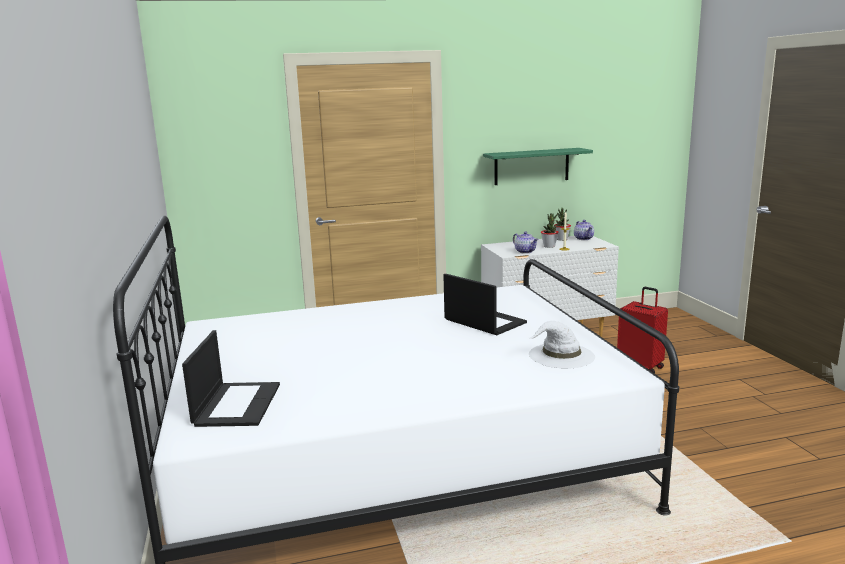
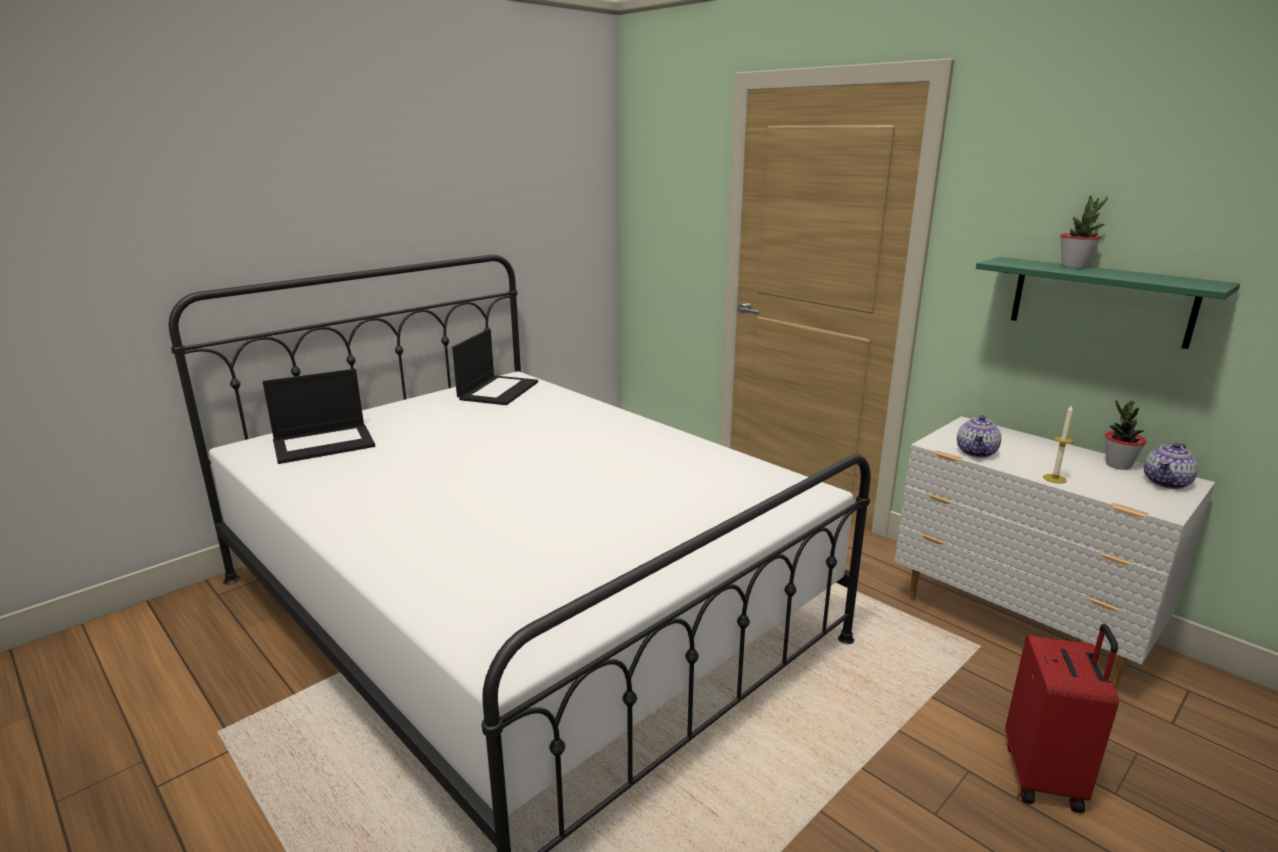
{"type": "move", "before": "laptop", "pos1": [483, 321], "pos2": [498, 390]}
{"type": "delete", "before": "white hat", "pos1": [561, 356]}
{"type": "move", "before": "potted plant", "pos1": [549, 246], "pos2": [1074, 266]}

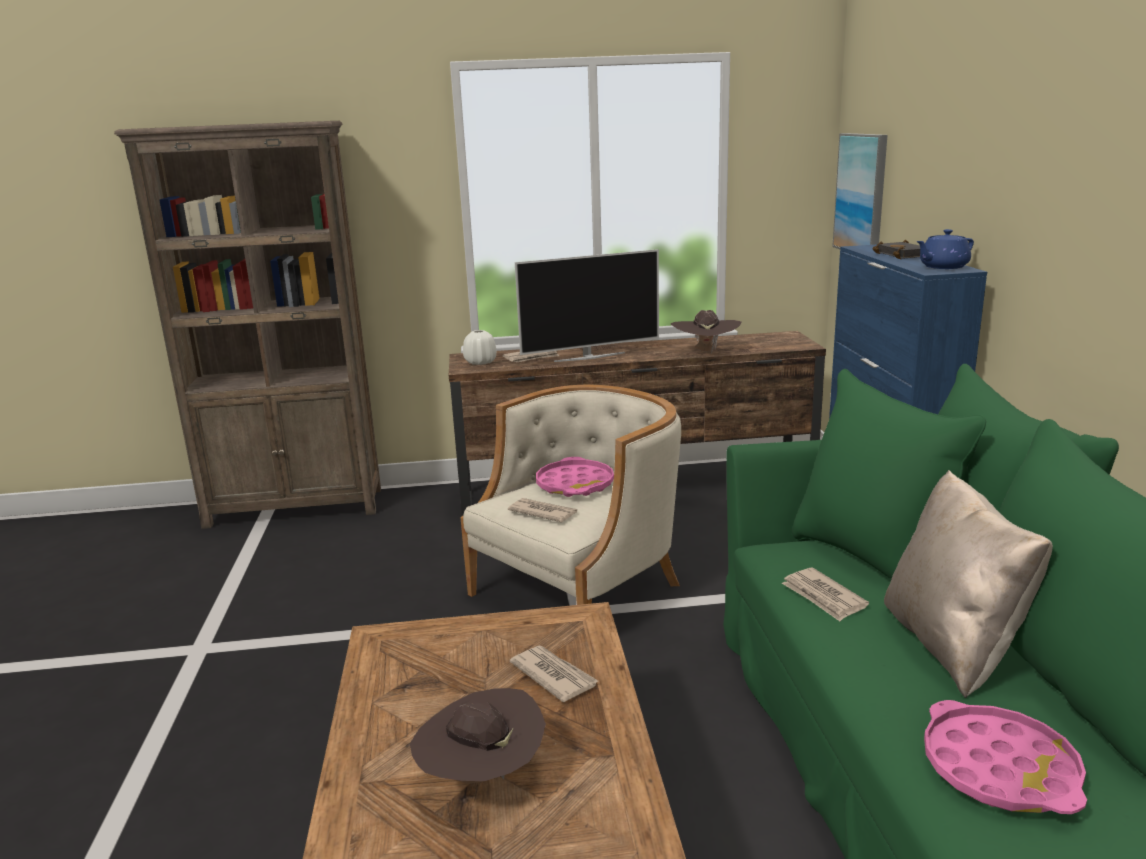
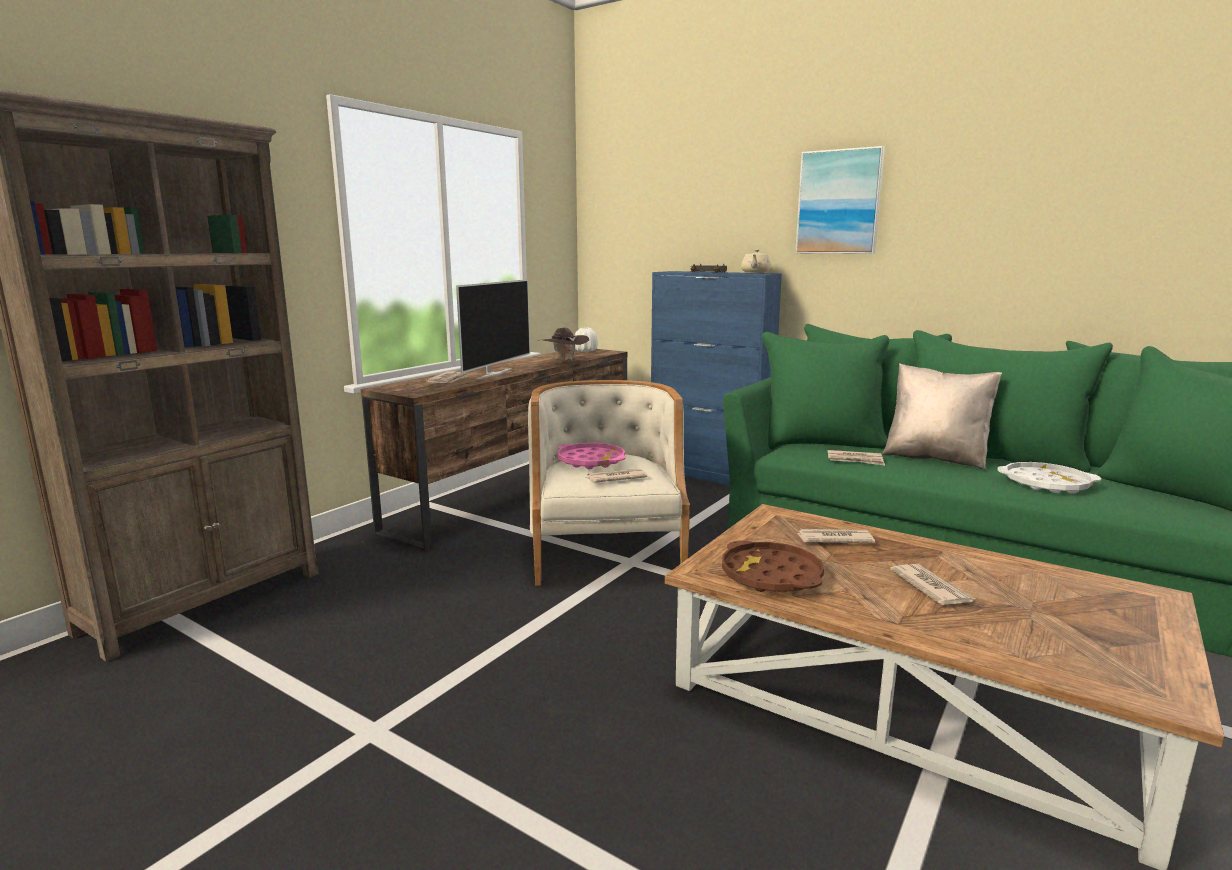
{"type": "replace", "before": "brown hat", "after": "newspaper", "pos1": [481, 778], "pos2": [931, 587]}
{"type": "move", "before": "white vase", "pos1": [480, 362], "pos2": [585, 351]}
{"type": "move", "before": "picture", "pos1": [861, 194], "pos2": [839, 202]}
{"type": "recolor", "before": "blue teapot", "after": "beige teapot", "pos1": [942, 267], "pos2": [755, 273]}
{"type": "recolor", "before": "pink tray", "after": "white tray", "pos1": [999, 769], "pos2": [1046, 484]}
{"type": "insert", "after": "brown tray", "pos2": [771, 576]}

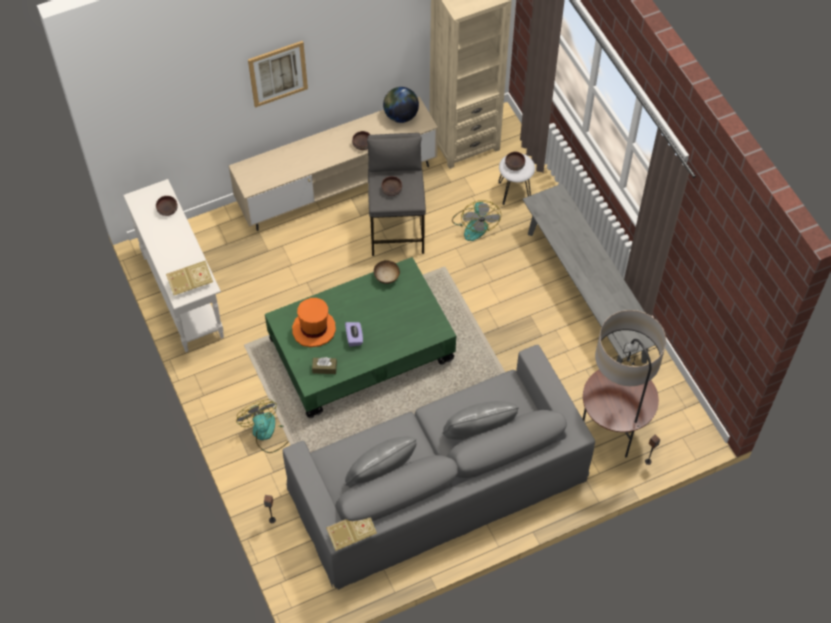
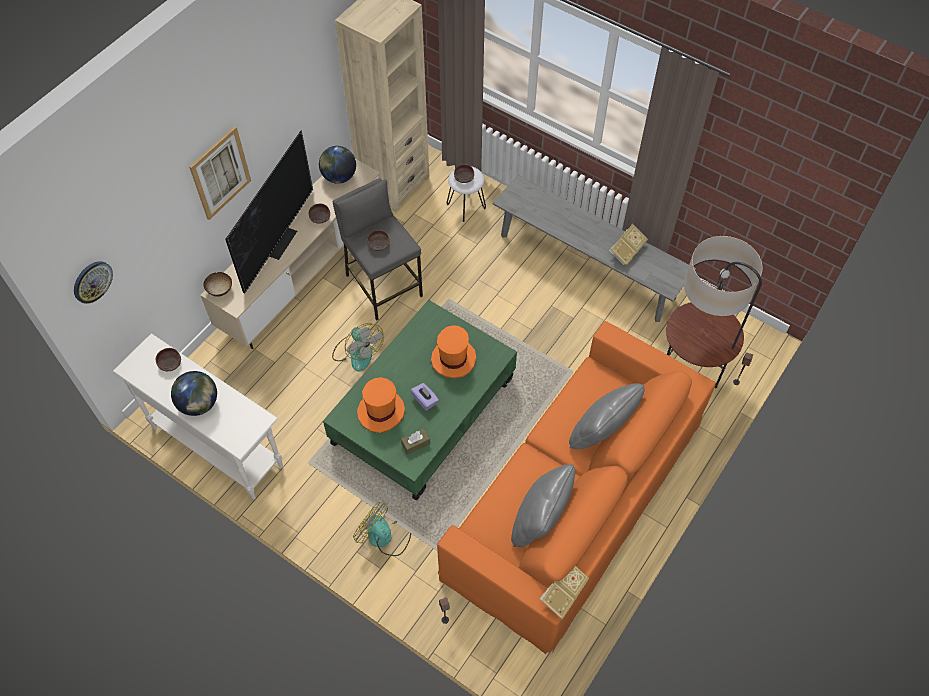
{"type": "move", "before": "book", "pos1": [190, 283], "pos2": [626, 251]}
{"type": "recolor", "before": "grey sofa", "after": "orange sofa", "pos1": [437, 482], "pos2": [574, 498]}
{"type": "move", "before": "bowl", "pos1": [387, 278], "pos2": [220, 290]}
{"type": "move", "before": "fan", "pos1": [475, 224], "pos2": [357, 352]}
{"type": "insert", "after": "wall clock", "pos2": [92, 281]}
{"type": "insert", "after": "globe", "pos2": [199, 404]}
{"type": "insert", "after": "television", "pos2": [279, 241]}
{"type": "insert", "after": "orange hat", "pos2": [453, 359]}

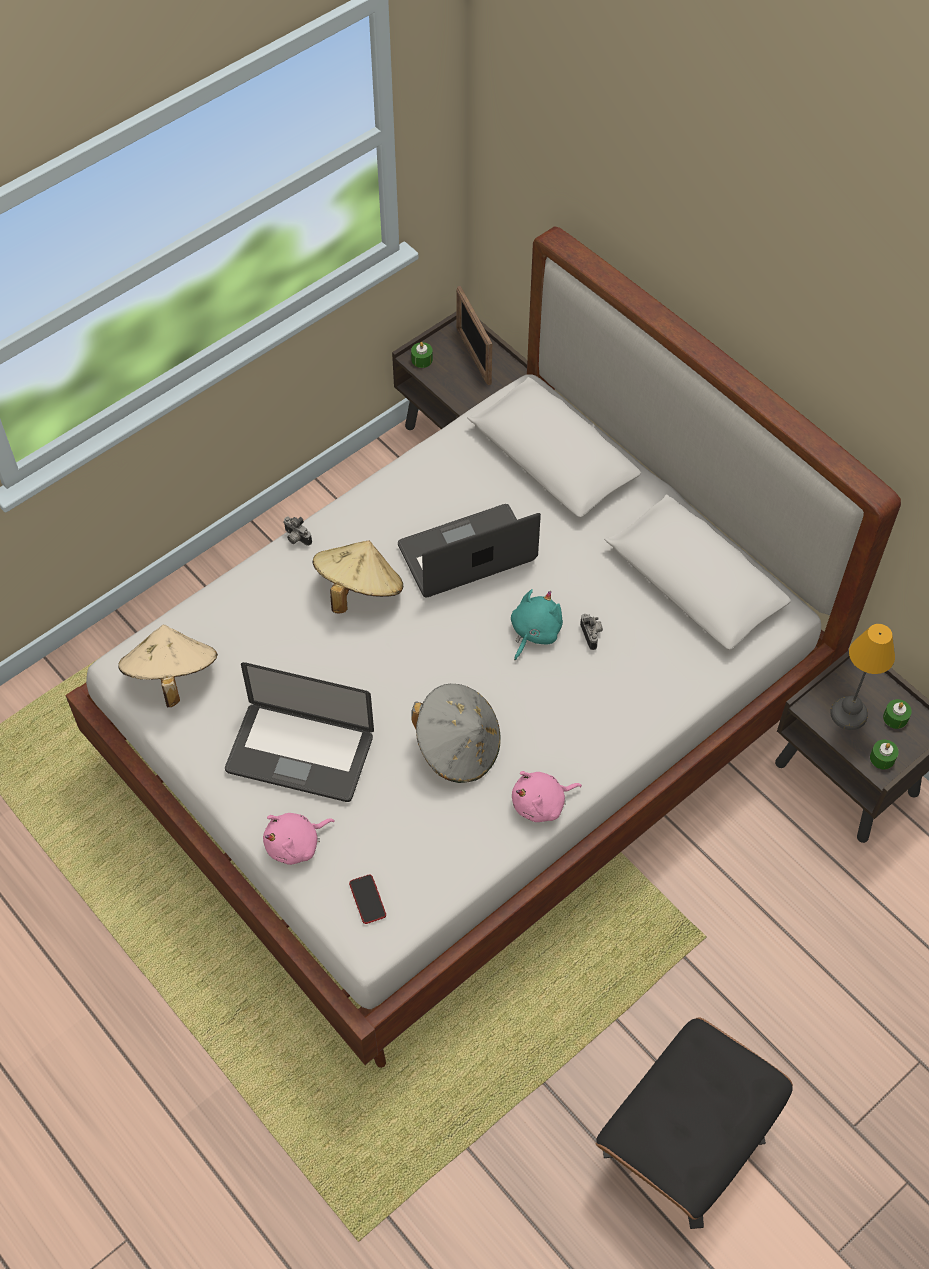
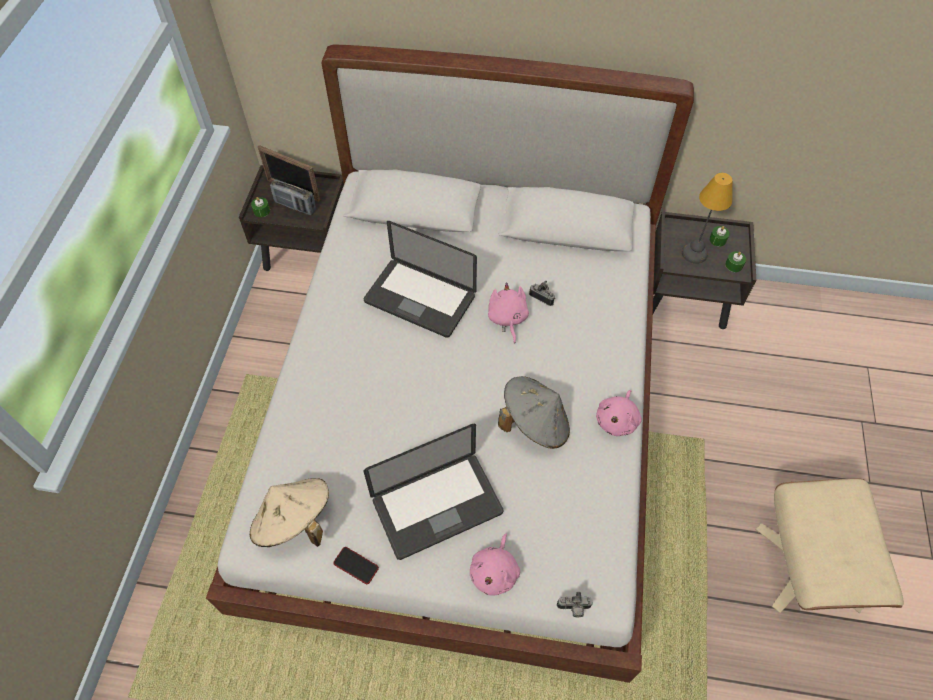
{"type": "move", "before": "photo camera", "pos1": [296, 538], "pos2": [574, 609]}
{"type": "delete", "before": "beige hat", "pos1": [358, 590]}
{"type": "move", "before": "phone", "pos1": [367, 899], "pos2": [356, 565]}
{"type": "rotate", "before": "laptop", "pos1": [467, 553], "pos2": [420, 299], "turn": -90}
{"type": "recolor", "before": "turquoise plush toy", "after": "pink plush toy", "pos1": [534, 632], "pos2": [507, 319]}
{"type": "recolor", "before": "black ottoman", "after": "beige ottoman", "pos1": [684, 1145], "pos2": [809, 567]}
{"type": "insert", "after": "radio", "pos2": [295, 206]}

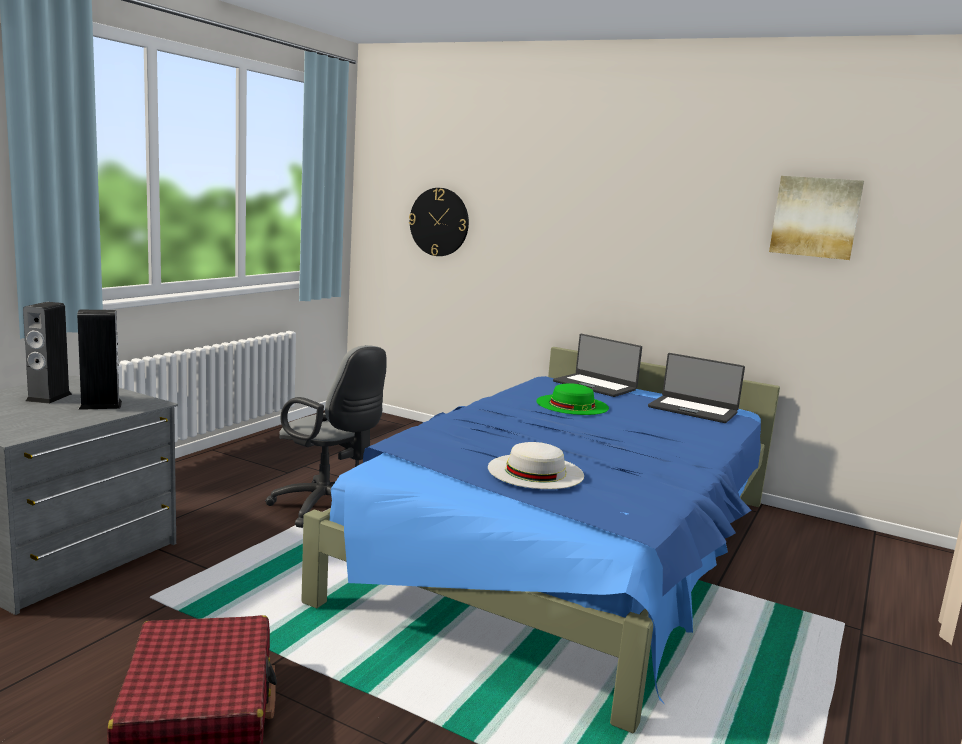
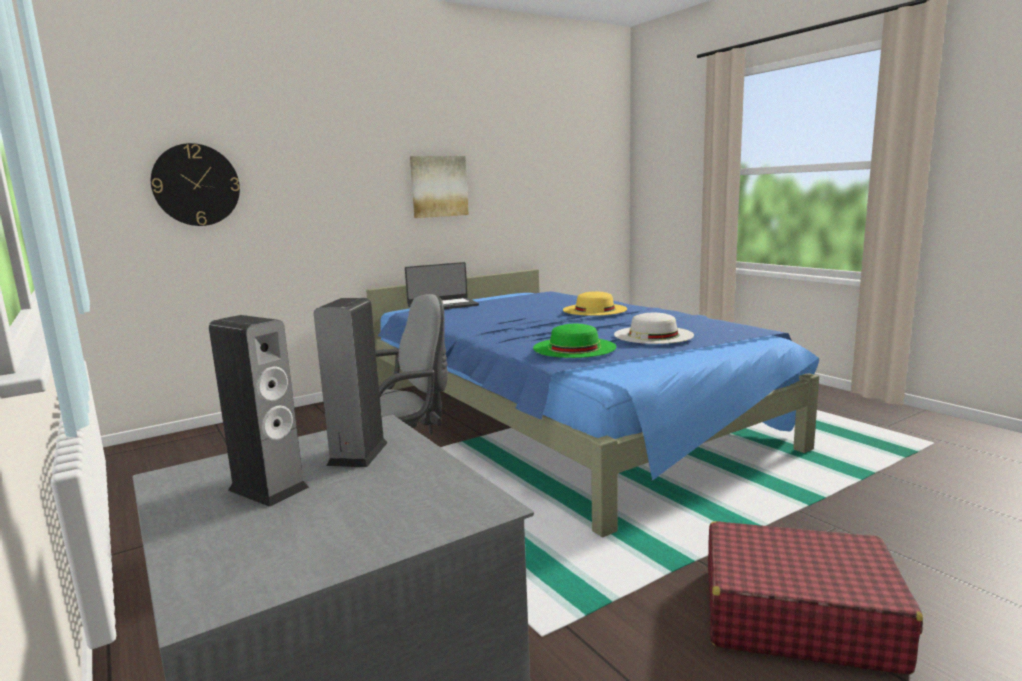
{"type": "move", "before": "green hat", "pos1": [572, 404], "pos2": [574, 347]}
{"type": "delete", "before": "laptop", "pos1": [693, 410]}
{"type": "move", "before": "picture", "pos1": [815, 217], "pos2": [438, 186]}
{"type": "insert", "after": "yellow hat", "pos2": [594, 309]}

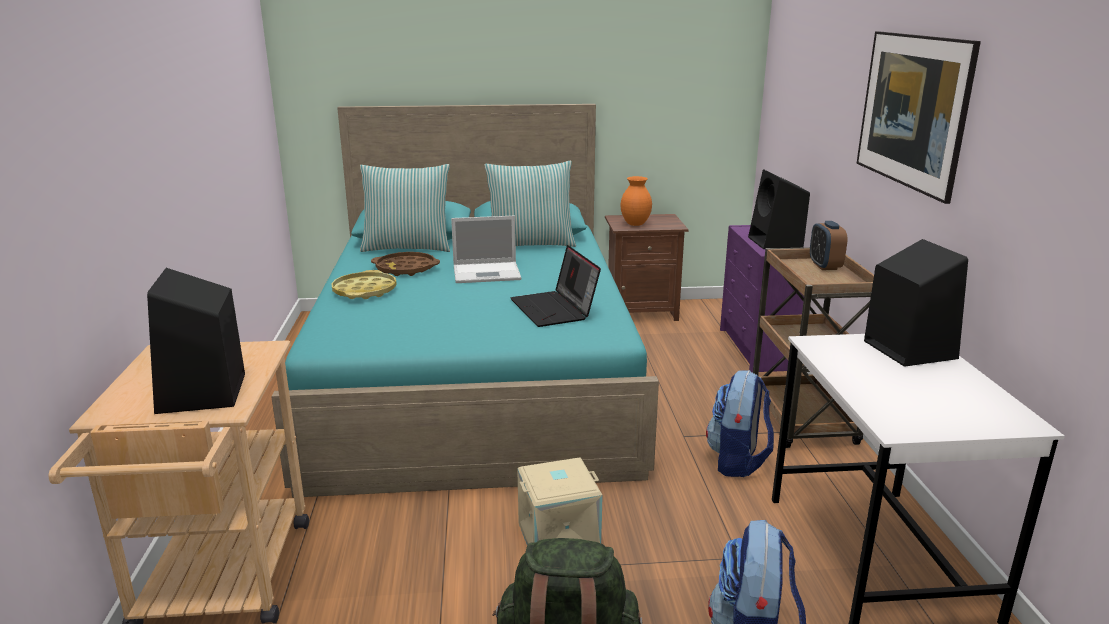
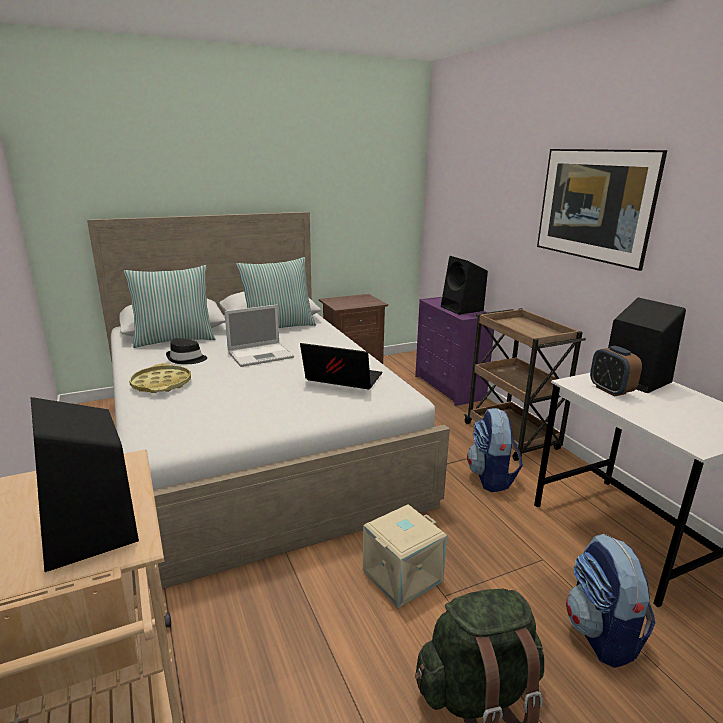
{"type": "recolor", "before": "turquoise bed", "after": "white bed", "pos1": [476, 377], "pos2": [254, 442]}
{"type": "replace", "before": "brown tray", "after": "black hat", "pos1": [406, 269], "pos2": [186, 359]}
{"type": "rotate", "before": "laptop", "pos1": [555, 309], "pos2": [341, 380], "turn": 150}
{"type": "delete", "before": "orange vase", "pos1": [635, 224]}
{"type": "move", "before": "alarm clock", "pos1": [824, 266], "pos2": [610, 390]}

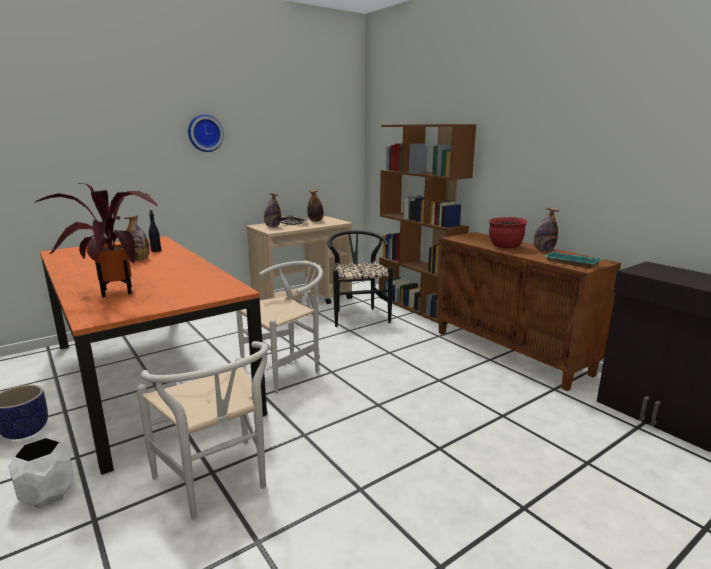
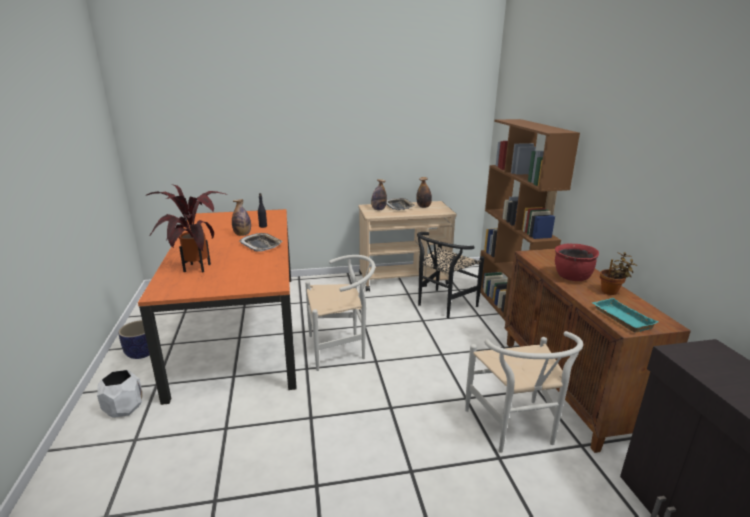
{"type": "move", "before": "white chair", "pos1": [218, 483], "pos2": [515, 430]}
{"type": "delete", "before": "wall clock", "pos1": [204, 133]}
{"type": "rotate", "before": "black chair", "pos1": [358, 315], "pos2": [442, 305], "turn": -150}
{"type": "replace", "before": "bottle", "after": "potted plant", "pos1": [543, 250], "pos2": [611, 292]}
{"type": "insert", "after": "tray", "pos2": [261, 245]}

